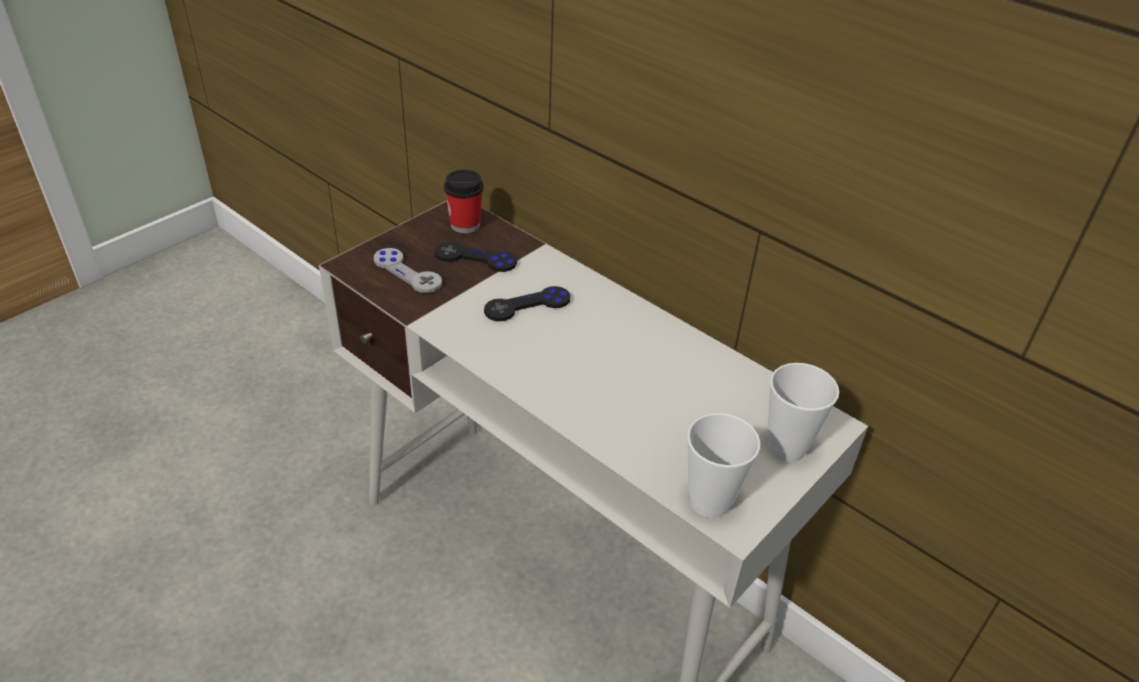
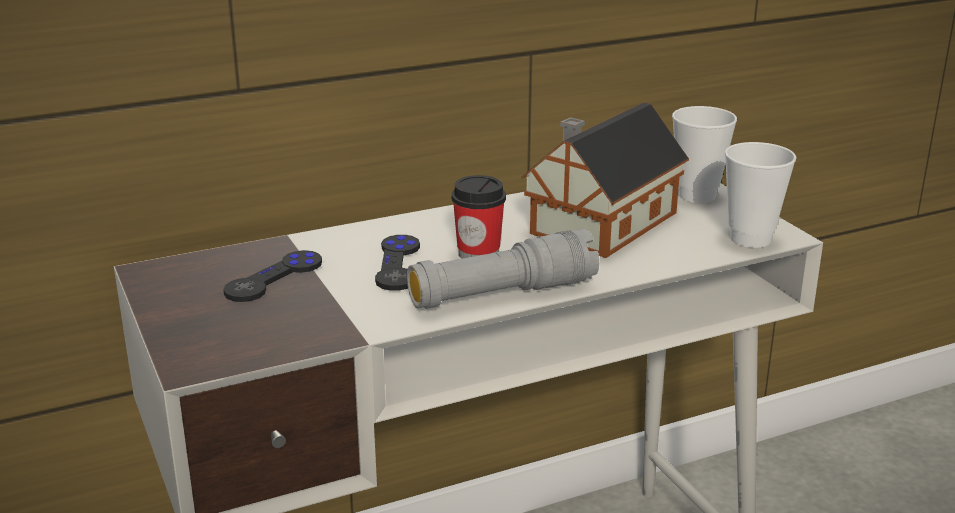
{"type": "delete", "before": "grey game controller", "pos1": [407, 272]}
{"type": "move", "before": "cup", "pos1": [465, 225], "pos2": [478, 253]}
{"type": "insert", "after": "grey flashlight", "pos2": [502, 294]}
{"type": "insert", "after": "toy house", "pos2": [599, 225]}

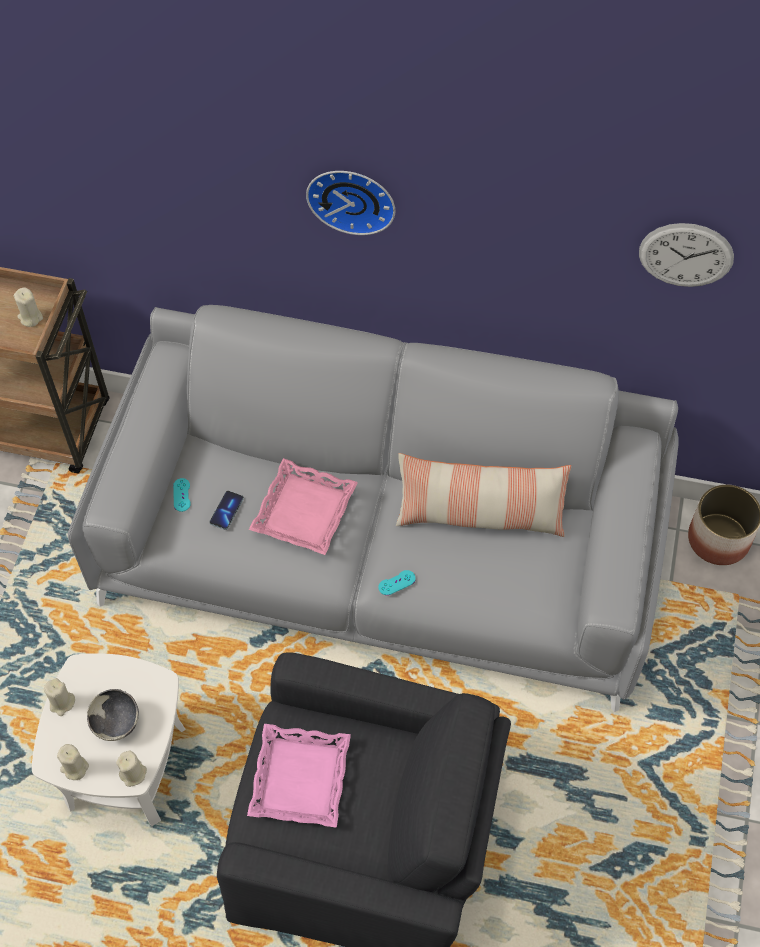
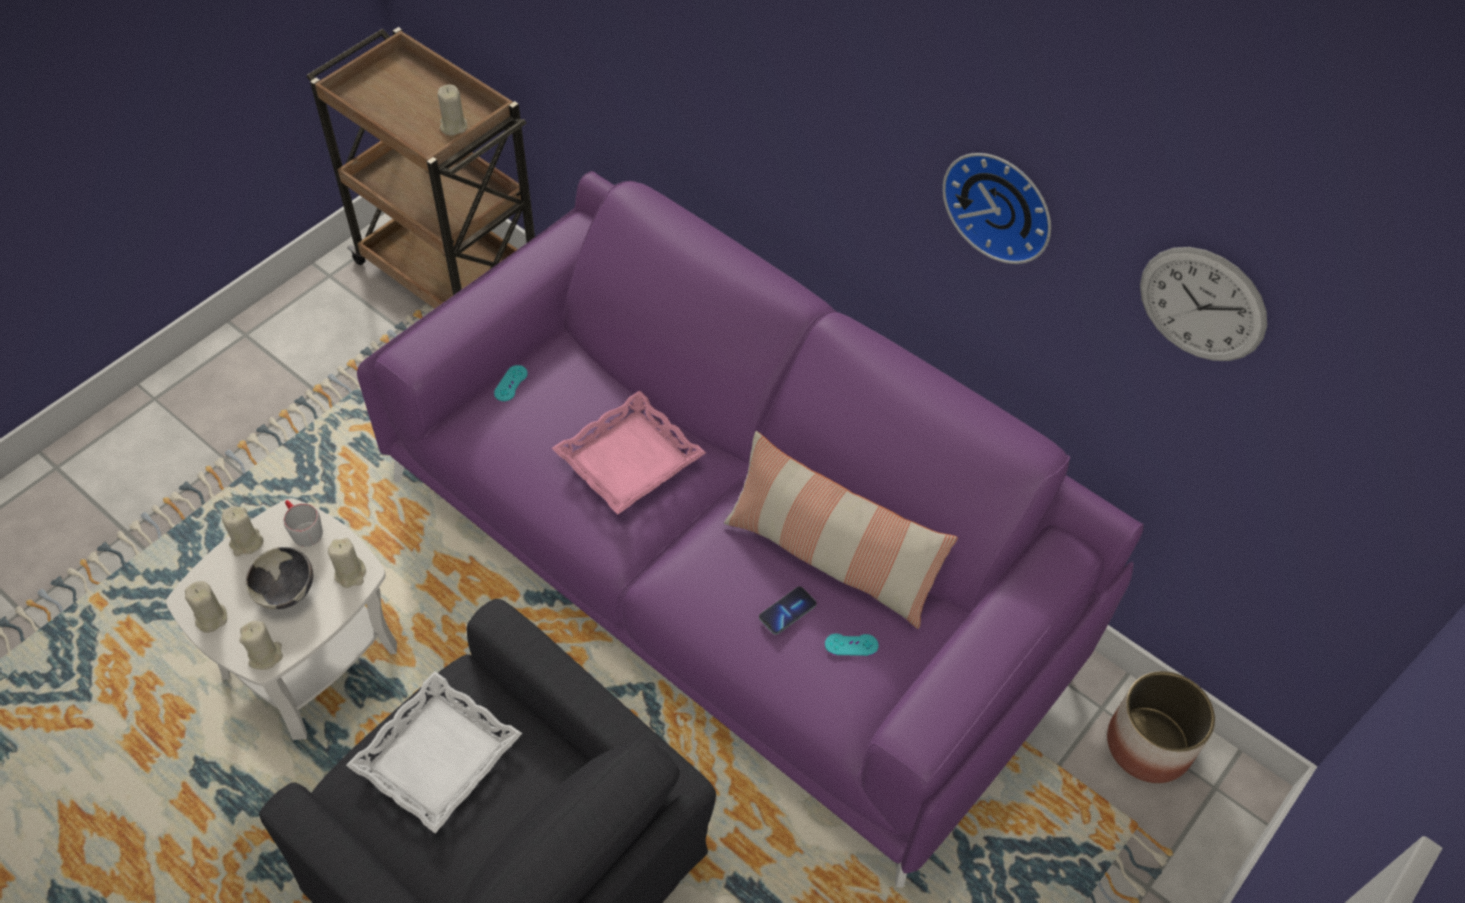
{"type": "recolor", "before": "grey sofa", "after": "purple sofa", "pos1": [381, 554], "pos2": [728, 569]}
{"type": "move", "before": "phone", "pos1": [226, 511], "pos2": [787, 611]}
{"type": "recolor", "before": "pink tray", "after": "white tray", "pos1": [301, 779], "pos2": [438, 757]}
{"type": "move", "before": "wall clock", "pos1": [352, 197], "pos2": [1001, 203]}
{"type": "move", "before": "turquoise game controller", "pos1": [397, 583], "pos2": [851, 645]}
{"type": "insert", "after": "grey mug", "pos2": [303, 529]}
{"type": "insert", "after": "beige candle", "pos2": [350, 574]}

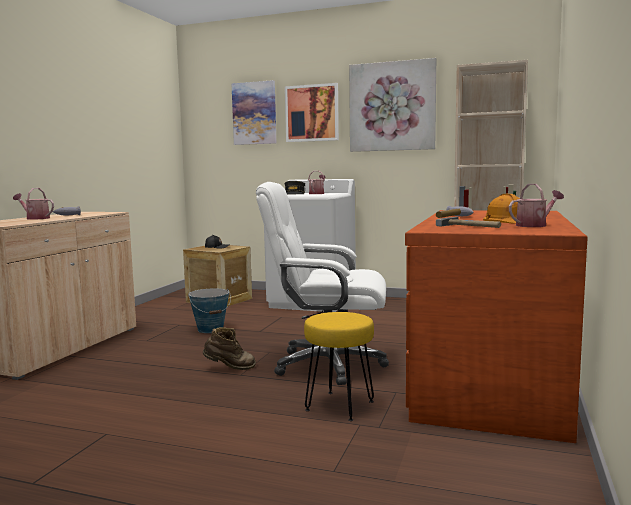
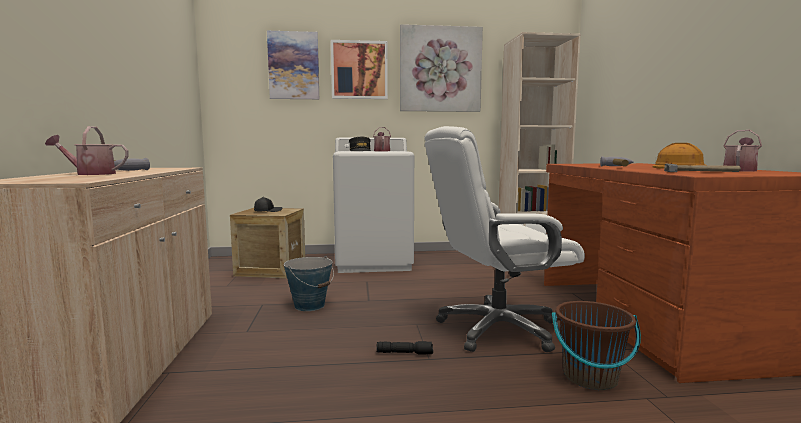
{"type": "replace", "before": "brown boot", "after": "black flashlight", "pos1": [230, 368], "pos2": [405, 353]}
{"type": "replace", "before": "yellow stool", "after": "brown bucket", "pos1": [340, 405], "pos2": [590, 377]}

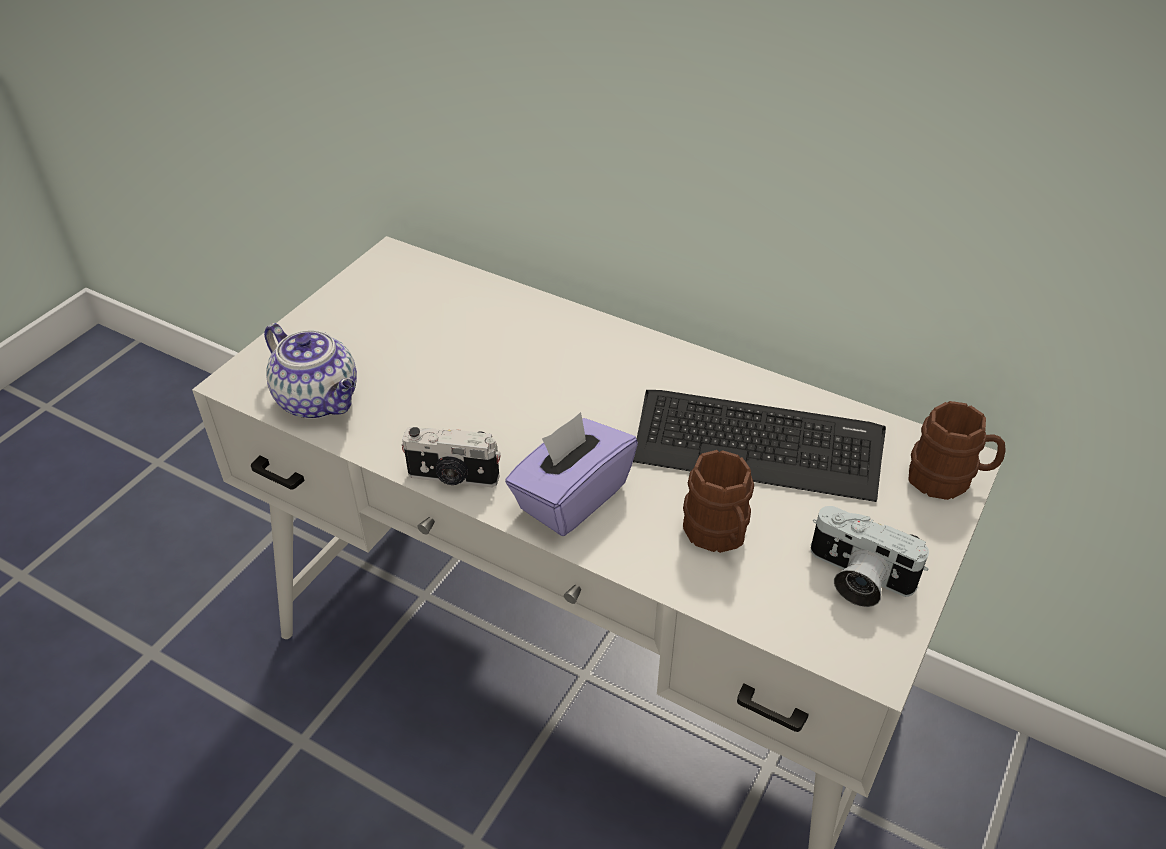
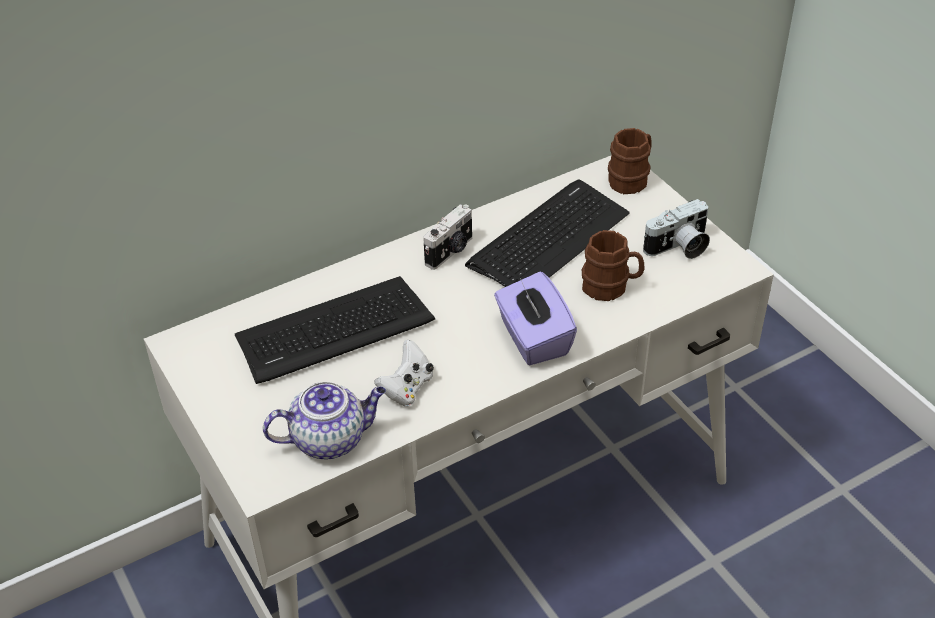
{"type": "move", "before": "photo camera", "pos1": [453, 478], "pos2": [450, 251]}
{"type": "insert", "after": "keyboard", "pos2": [334, 331]}
{"type": "insert", "after": "white game controller", "pos2": [407, 388]}

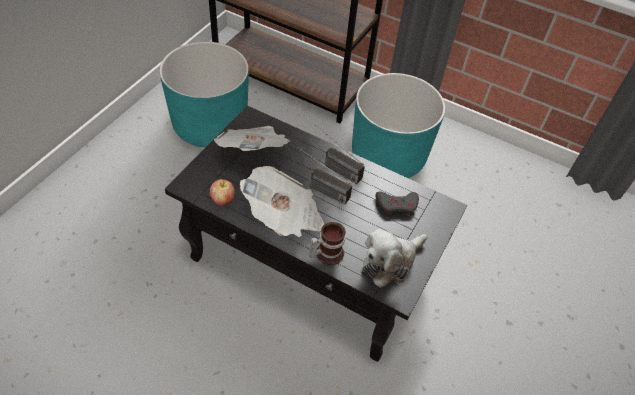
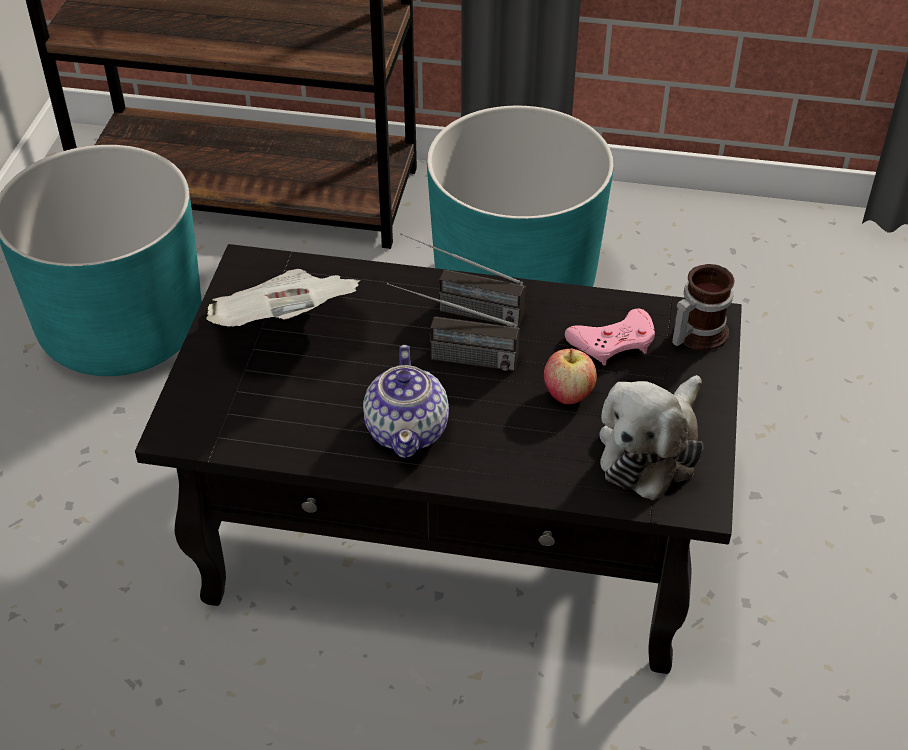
{"type": "move", "before": "apple", "pos1": [223, 200], "pos2": [568, 394]}
{"type": "replace", "before": "newspaper", "after": "teapot", "pos1": [284, 217], "pos2": [408, 430]}
{"type": "move", "before": "mug", "pos1": [326, 253], "pos2": [695, 333]}
{"type": "recolor", "before": "grey game controller", "after": "pink game controller", "pos1": [397, 205], "pos2": [613, 342]}

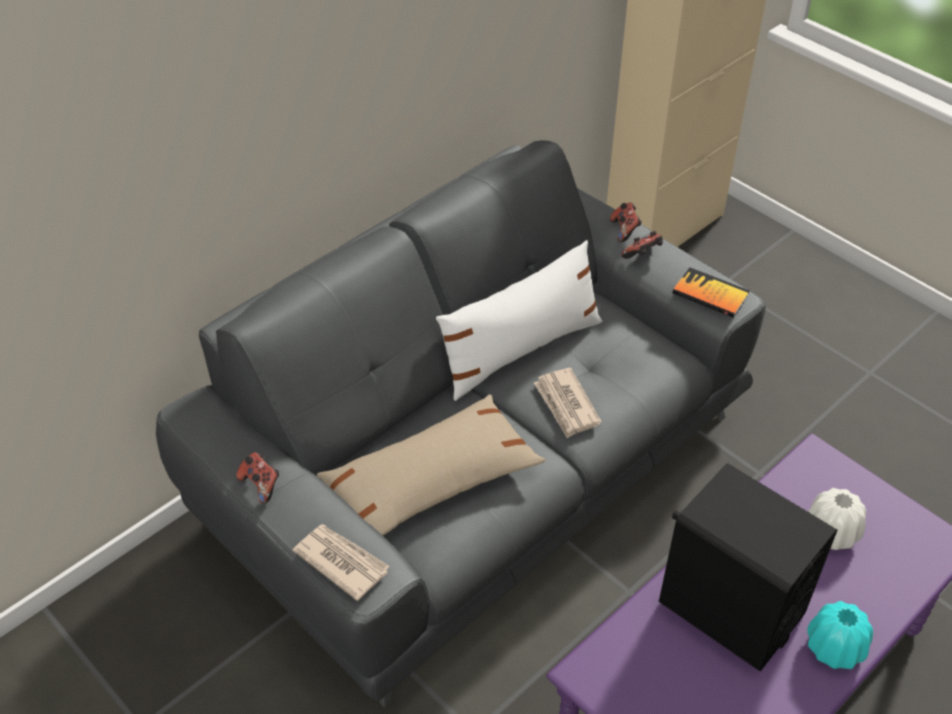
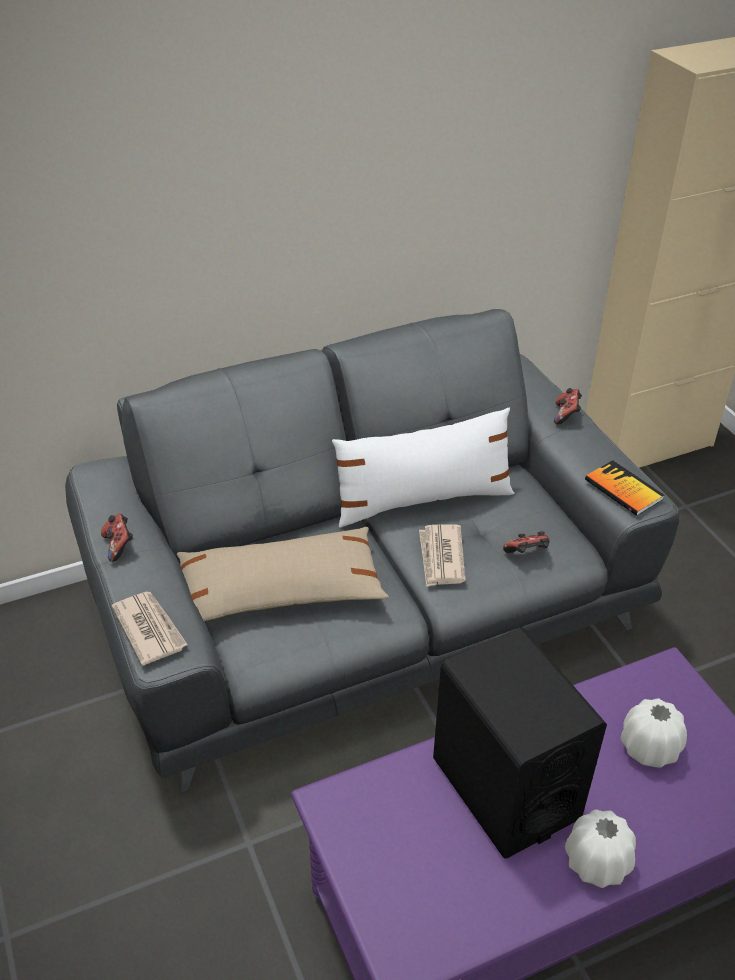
{"type": "move", "before": "game controller", "pos1": [642, 255], "pos2": [527, 554]}
{"type": "recolor", "before": "turquoise vase", "after": "white vase", "pos1": [834, 648], "pos2": [596, 863]}

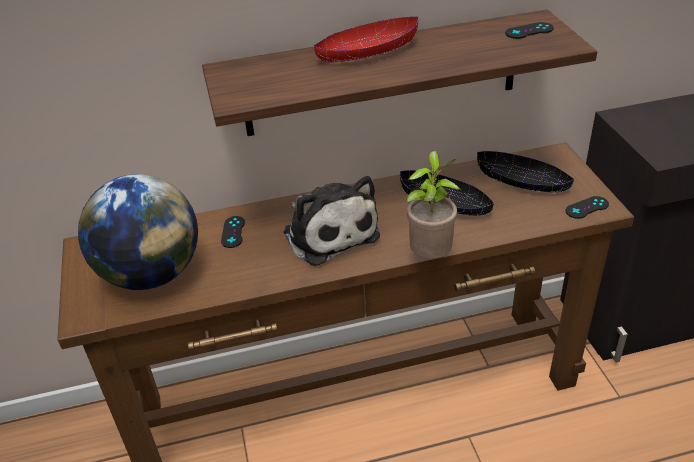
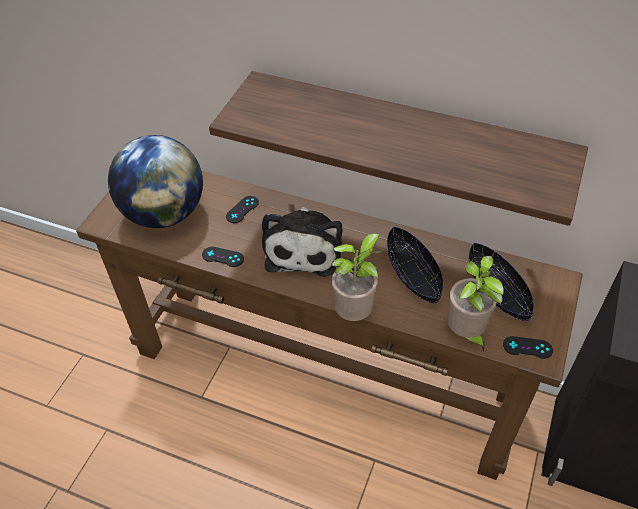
{"type": "delete", "before": "red bowl", "pos1": [367, 53]}
{"type": "move", "before": "black game controller", "pos1": [529, 31], "pos2": [223, 257]}
{"type": "insert", "after": "potted plant", "pos2": [466, 334]}

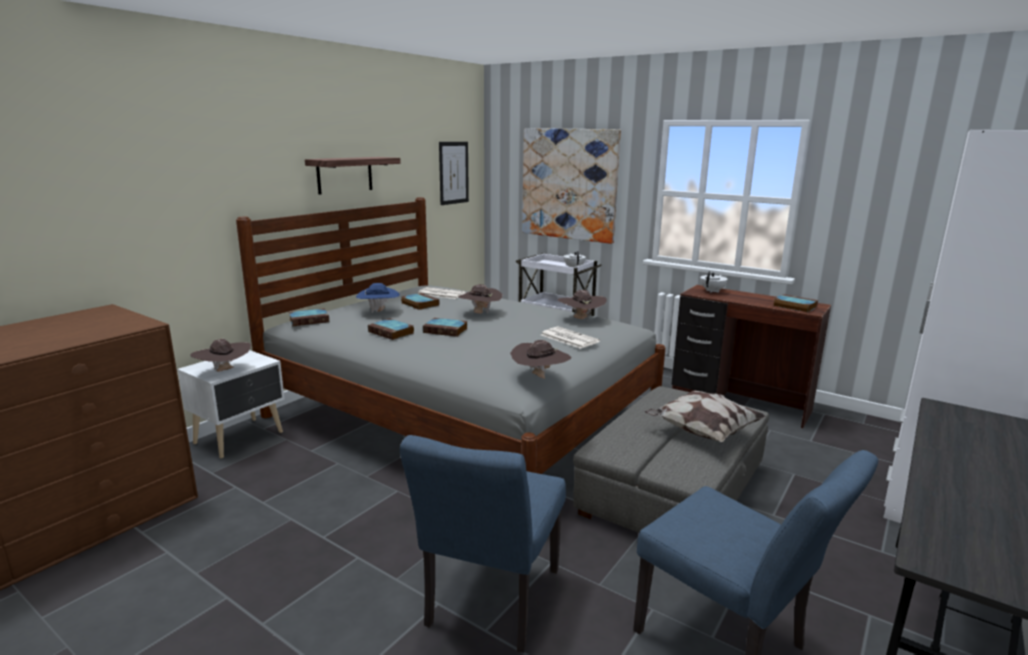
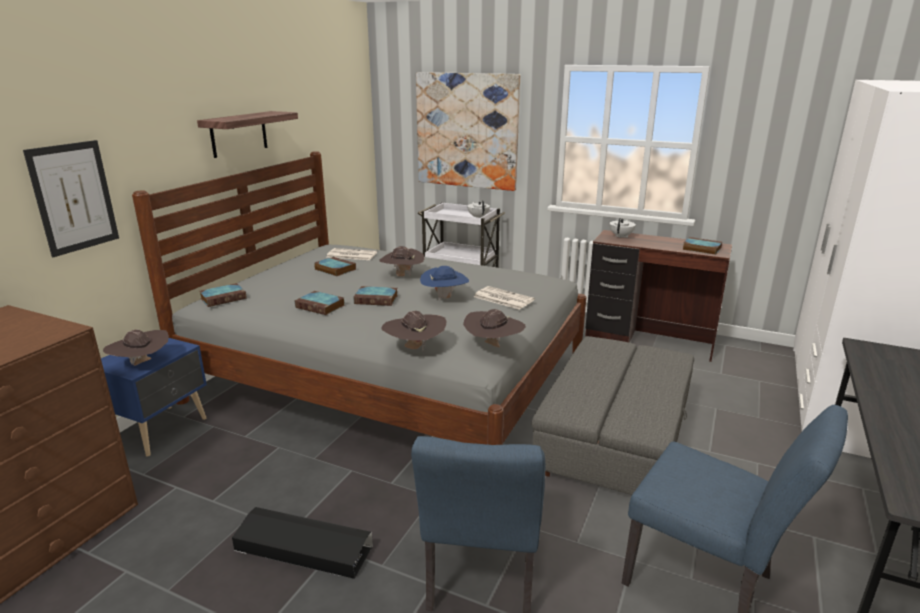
{"type": "recolor", "before": "white nightstand", "after": "blue nightstand", "pos1": [241, 437], "pos2": [162, 430]}
{"type": "move", "before": "blue hat", "pos1": [379, 312], "pos2": [444, 298]}
{"type": "move", "before": "picture", "pos1": [453, 173], "pos2": [74, 197]}
{"type": "move", "before": "brown hat", "pos1": [581, 319], "pos2": [415, 348]}
{"type": "delete", "before": "pillow", "pos1": [702, 432]}
{"type": "insert", "after": "black storage box", "pos2": [303, 548]}

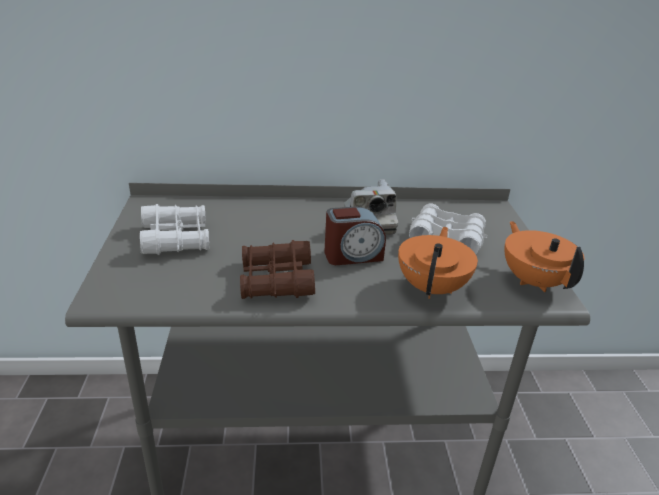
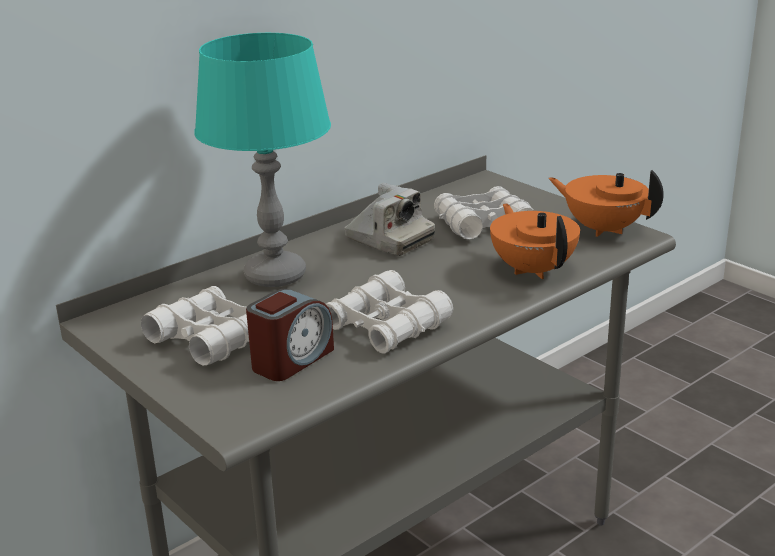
{"type": "recolor", "before": "brown binoculars", "after": "white binoculars", "pos1": [276, 280], "pos2": [387, 326]}
{"type": "move", "before": "alarm clock", "pos1": [353, 255], "pos2": [292, 360]}
{"type": "insert", "after": "turquoise table lamp", "pos2": [276, 275]}

